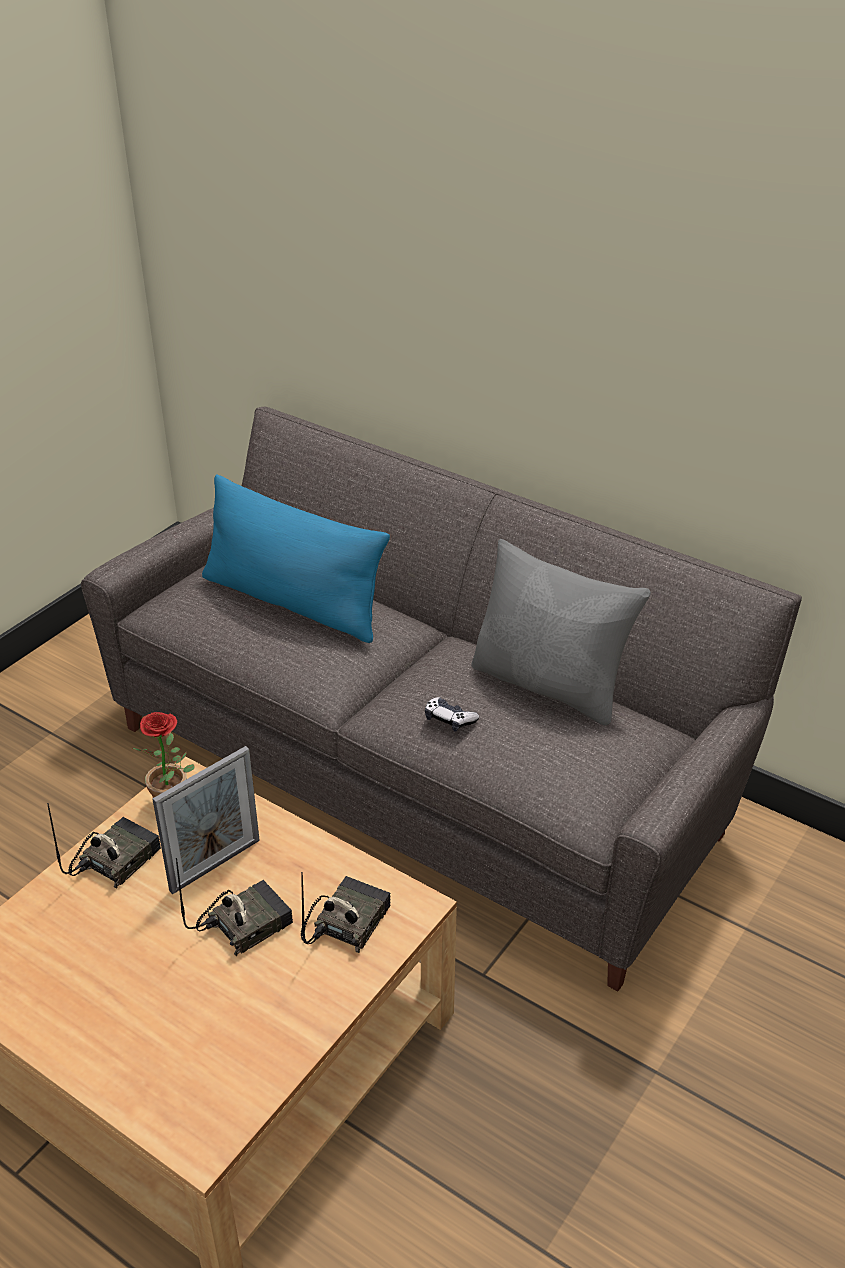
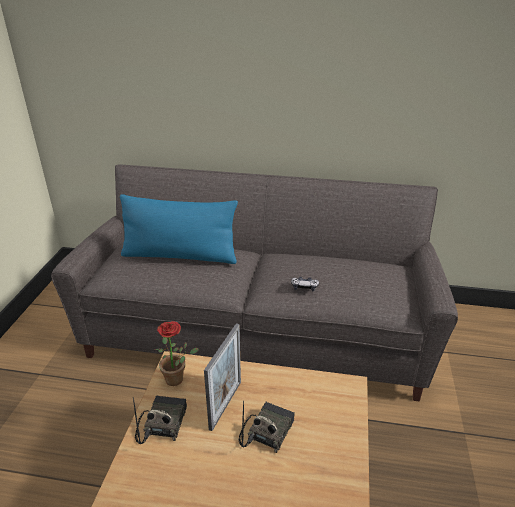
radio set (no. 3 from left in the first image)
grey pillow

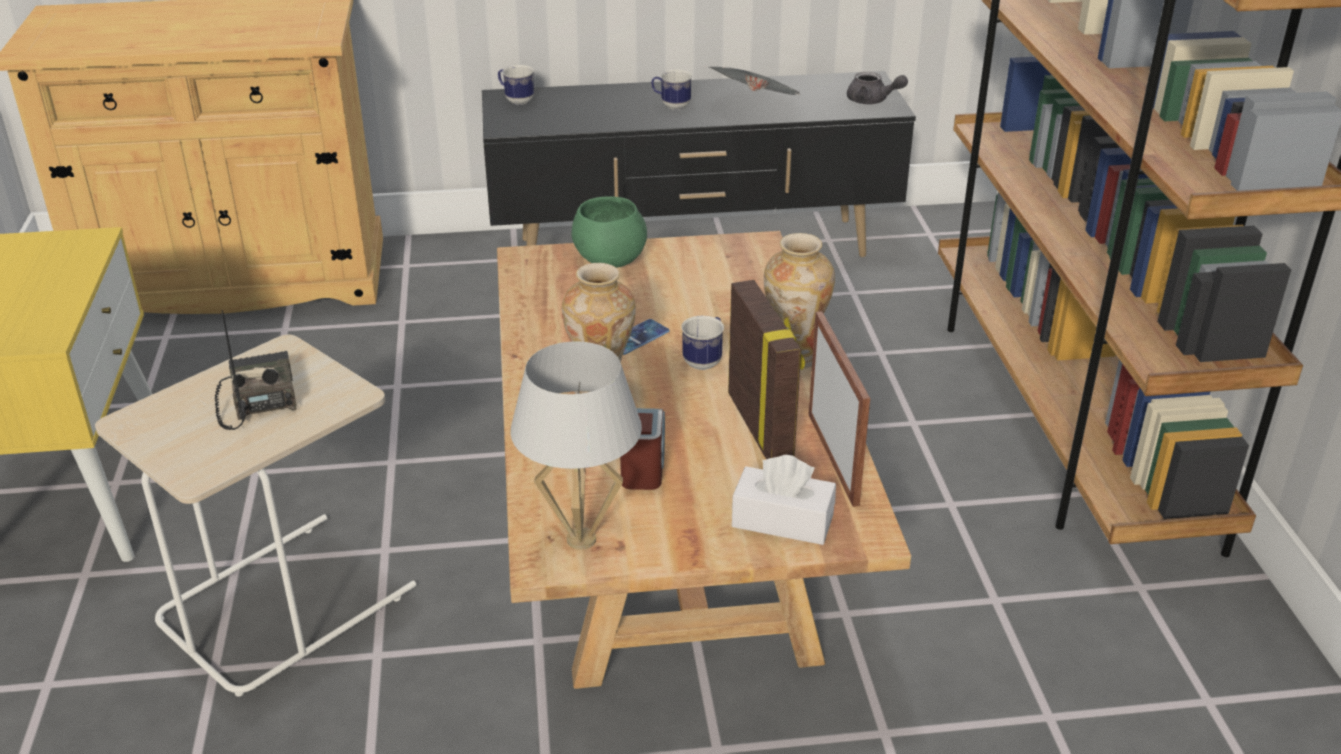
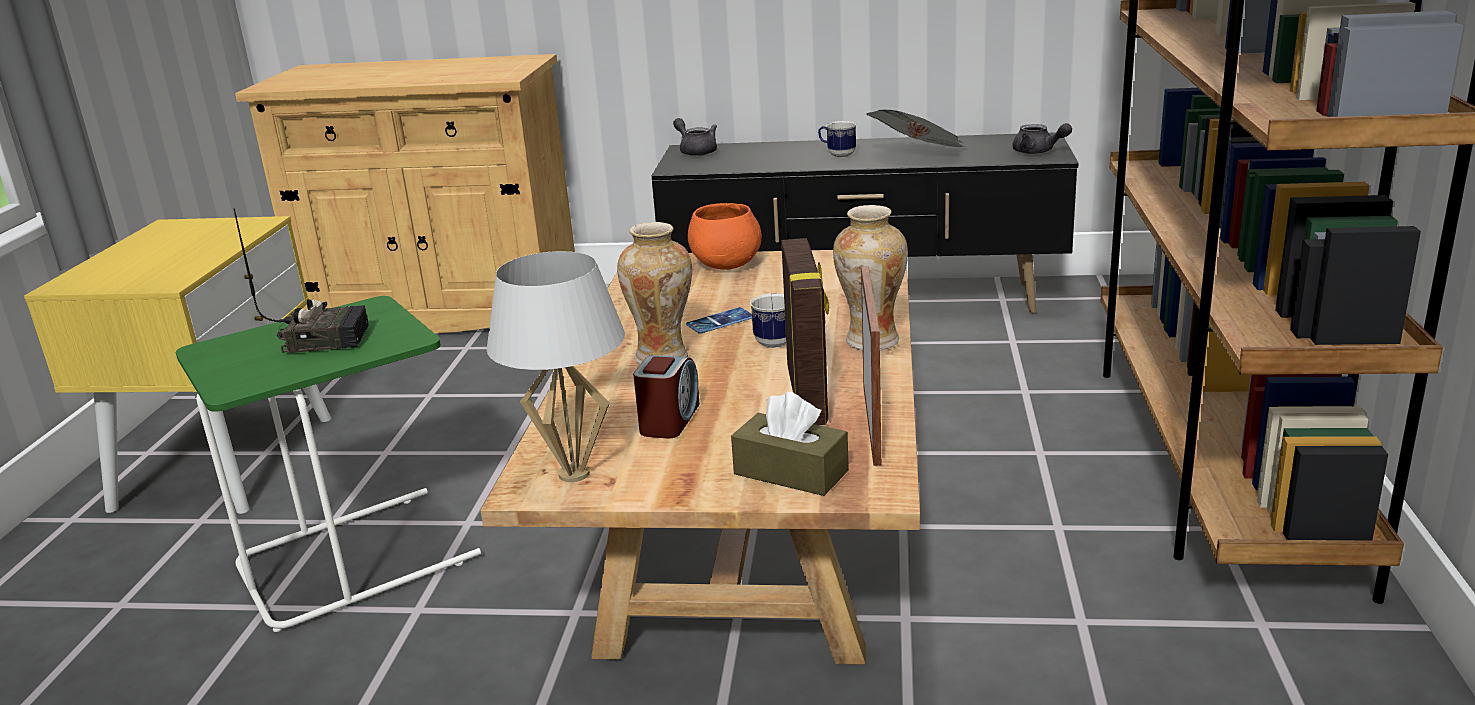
greenish end table
radio set
grey pot for tea (no. 1 from left)
orangey deep dish
brownish box of tissues

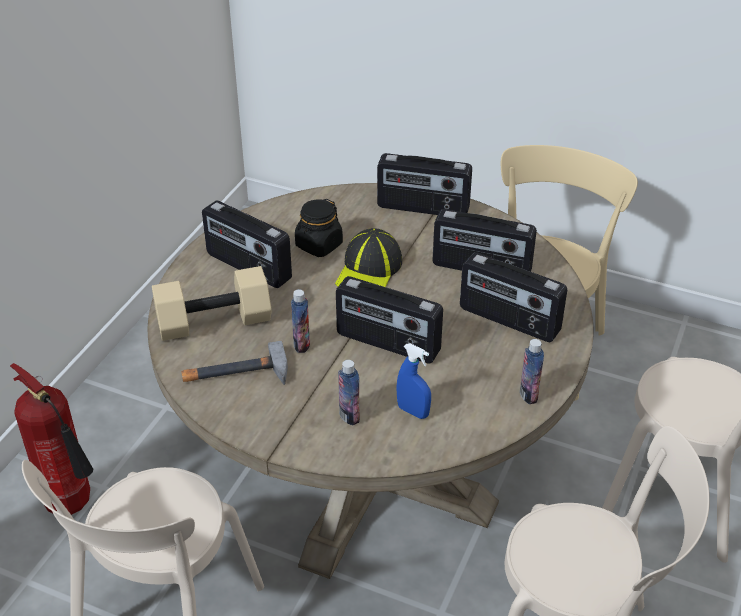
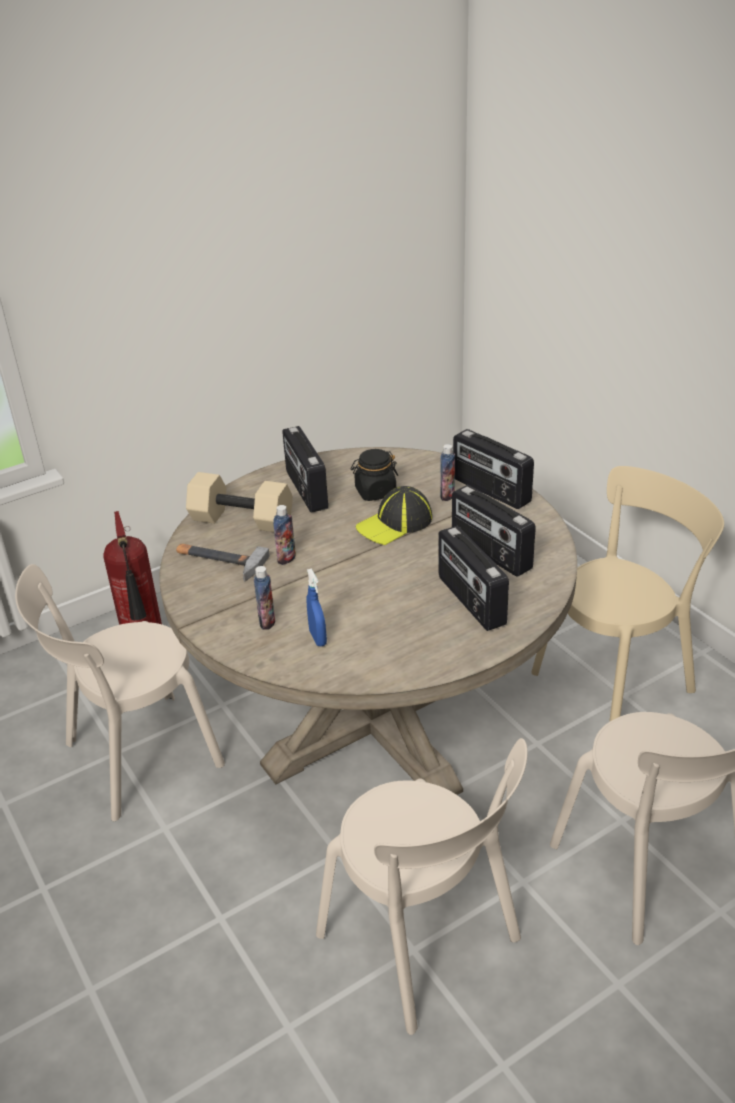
beverage bottle (no. 3 from left)
radio set (no. 2 from left in the first image)

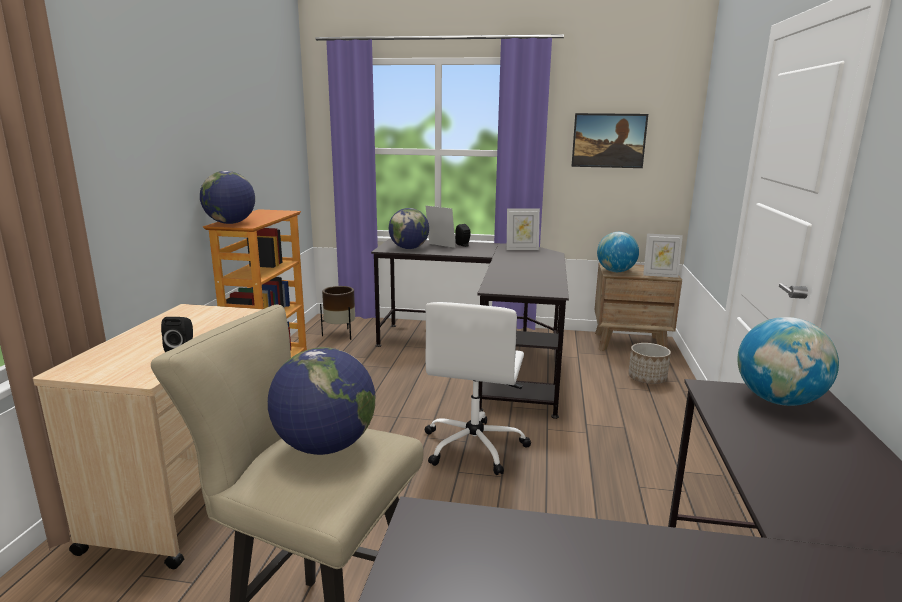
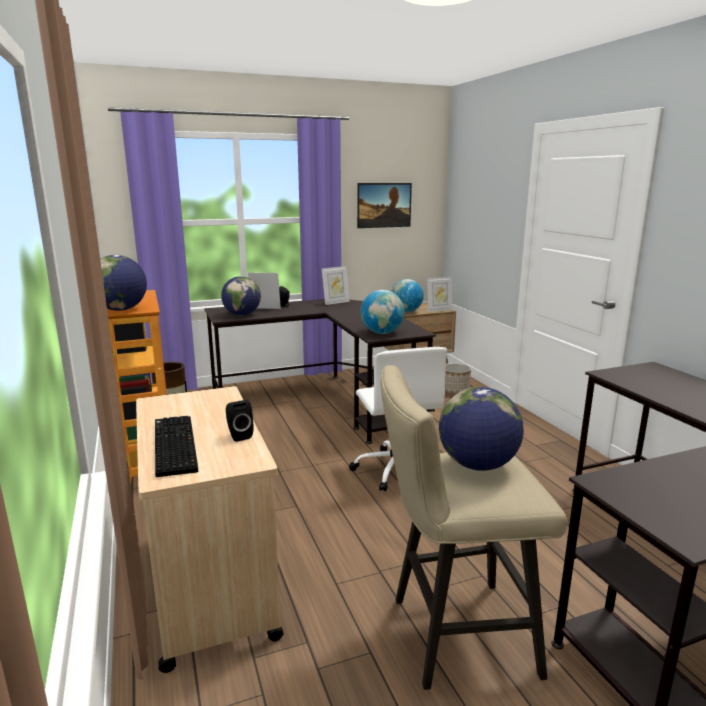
keyboard
globe (no. 3 from left)

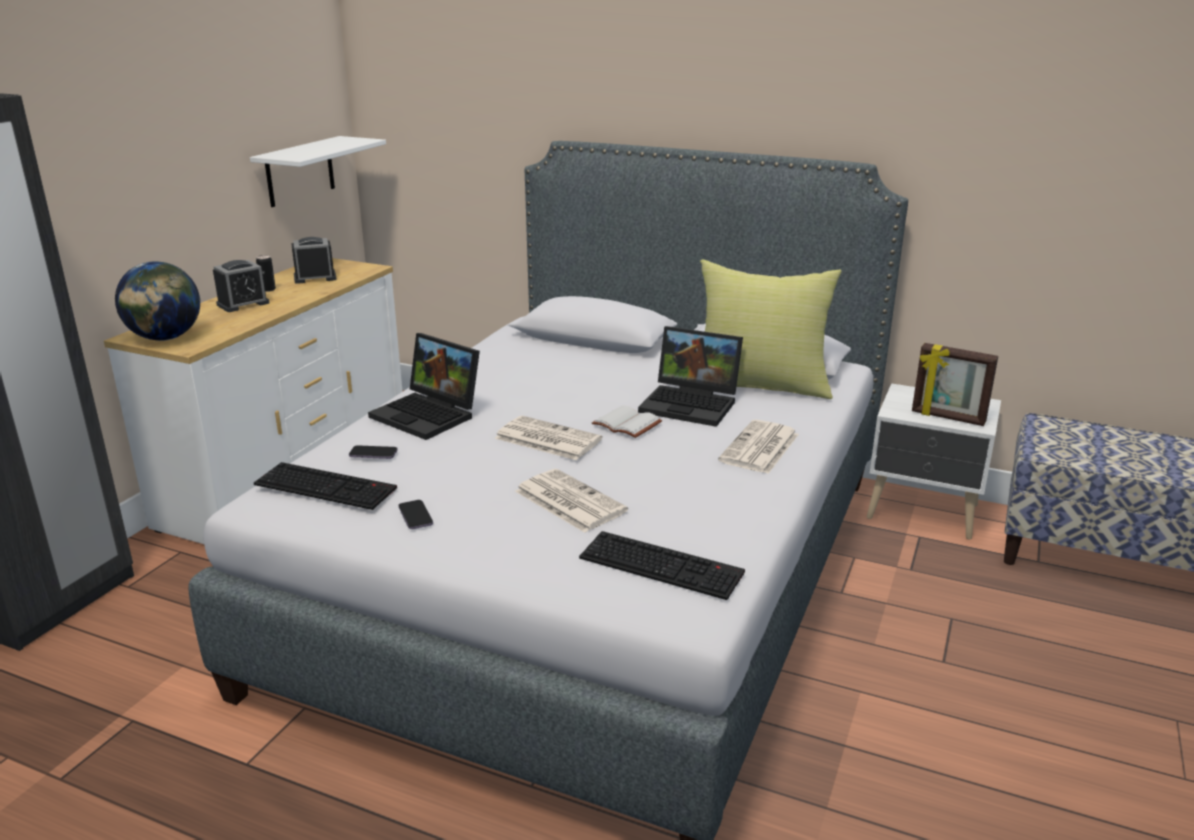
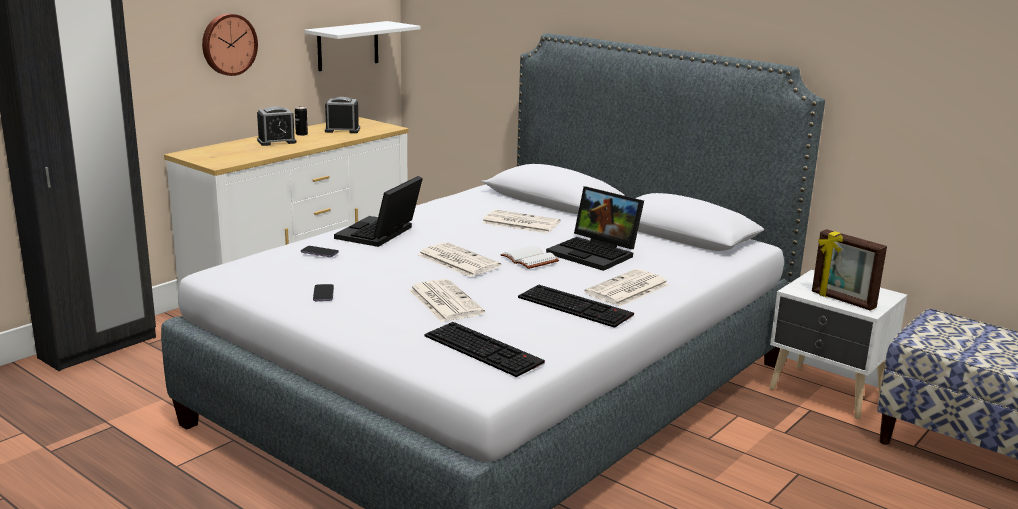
hanging clock
notebook computer (no. 1 from left)
printed paper (no. 3 from left)
keyboard (no. 2 from left)
globe
yellowish pillow

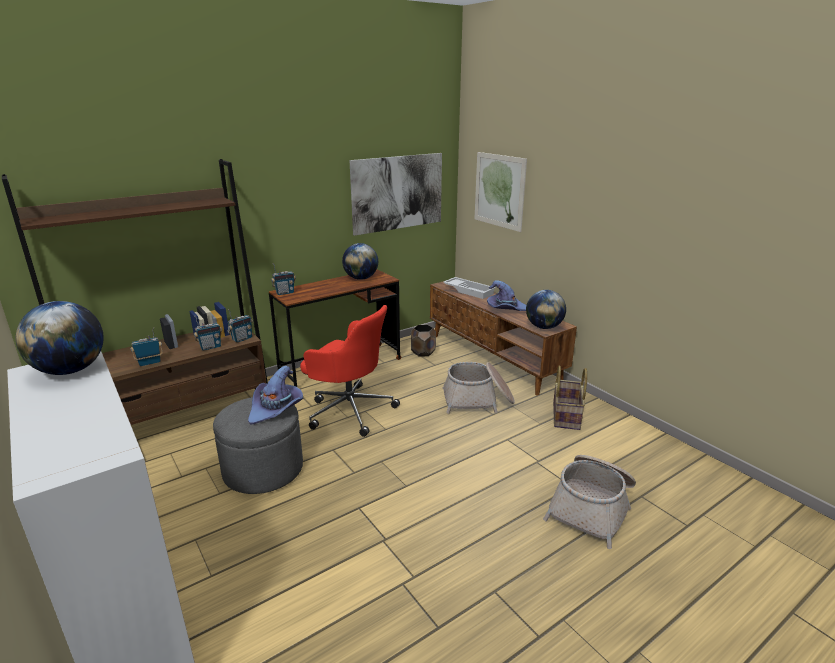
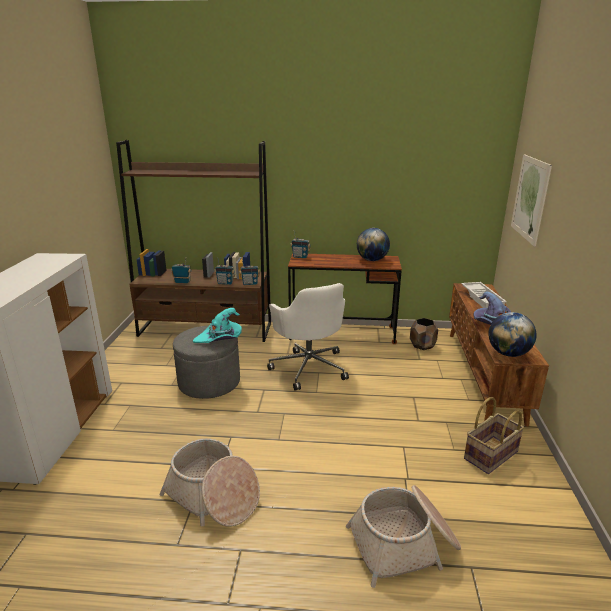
storage basket (no. 1 from left)
turquoise-coloured hat
white computer chair
globe (no. 1 from left in the first image)
wall picture (no. 1 from left in the first image)

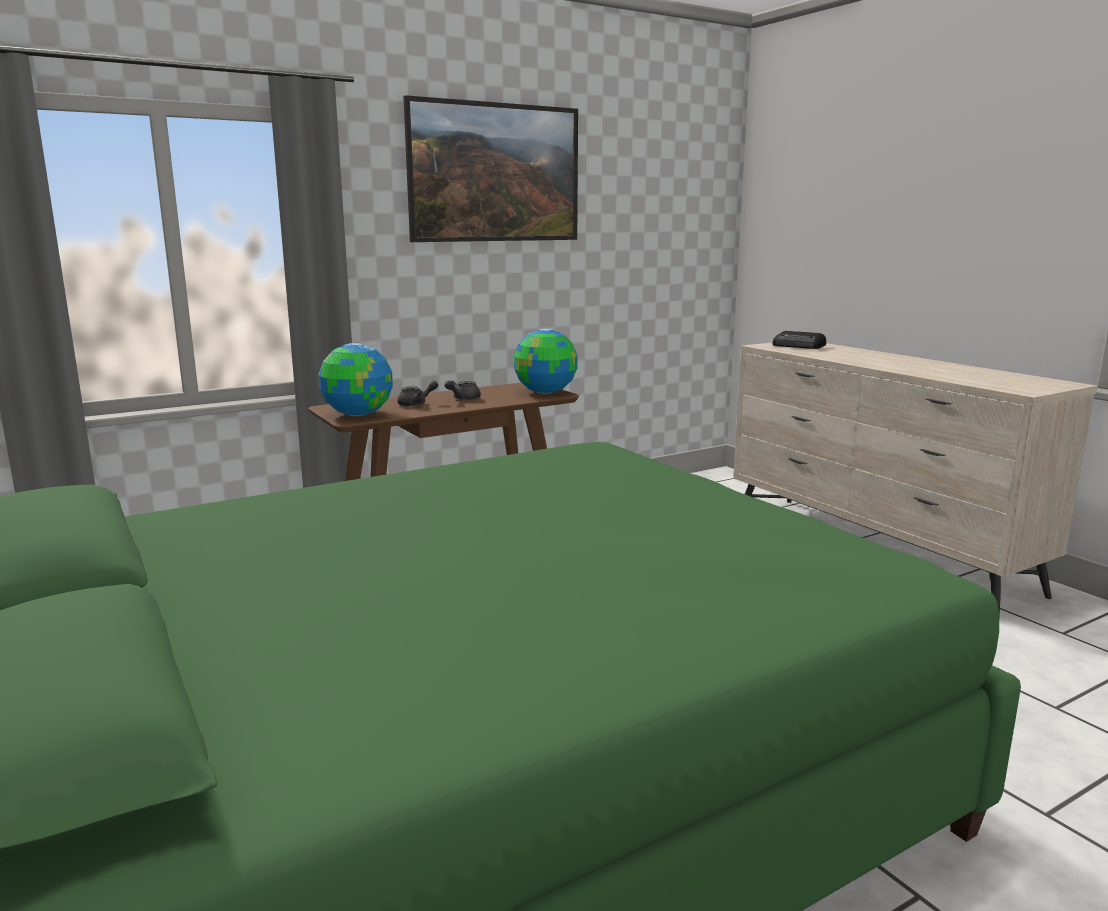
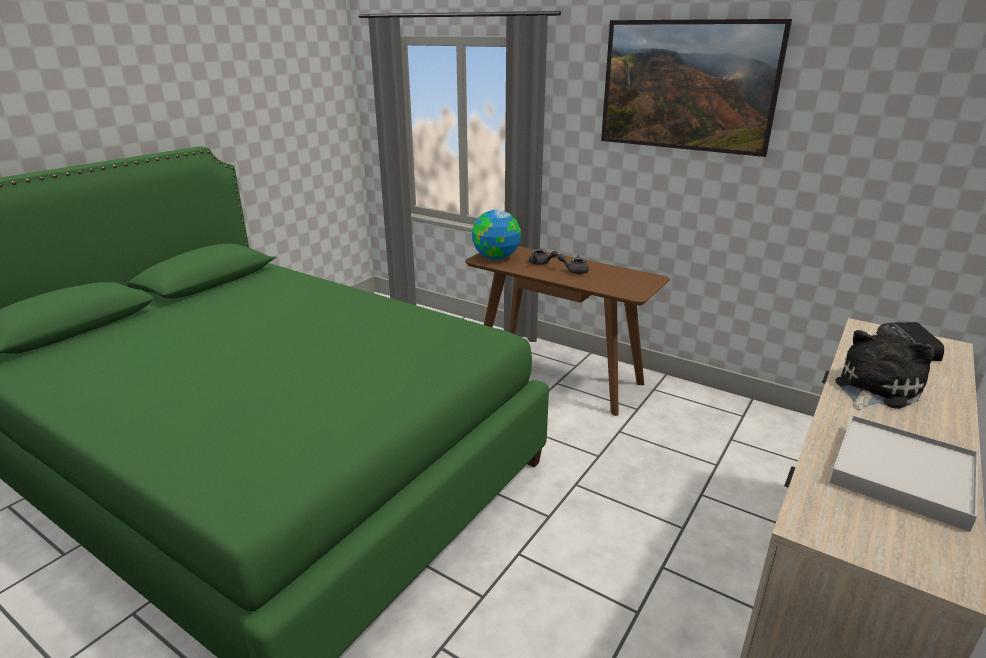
white tray
cuddly toy
globe (no. 2 from left in the first image)

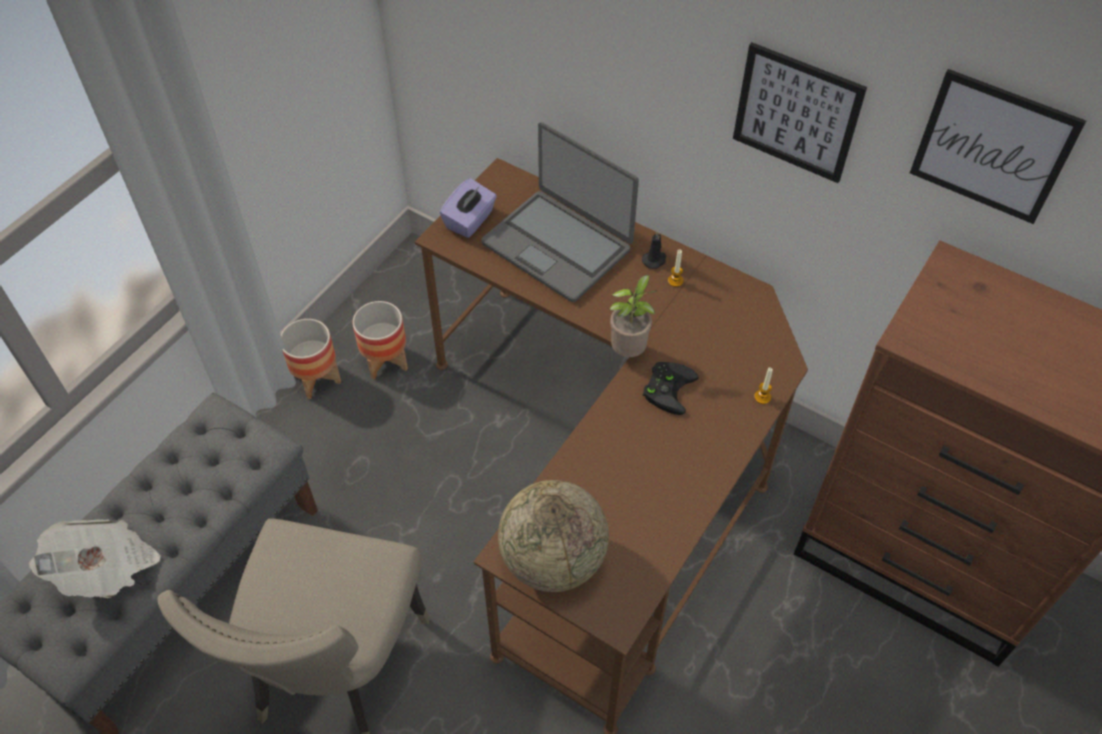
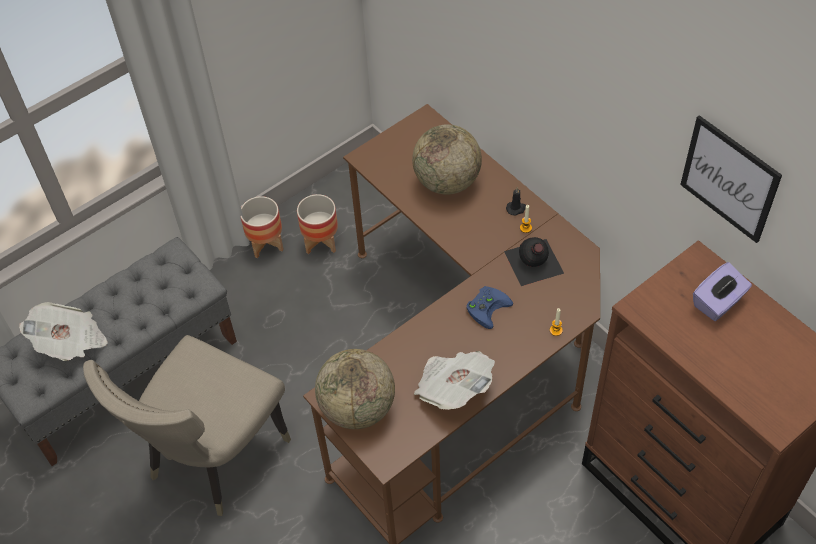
globe (no. 2 from left)
printed paper (no. 2 from left)
blue game controller
black beverage bottle
purple box of tissues
houseplant
wall picture (no. 1 from left in the first image)

